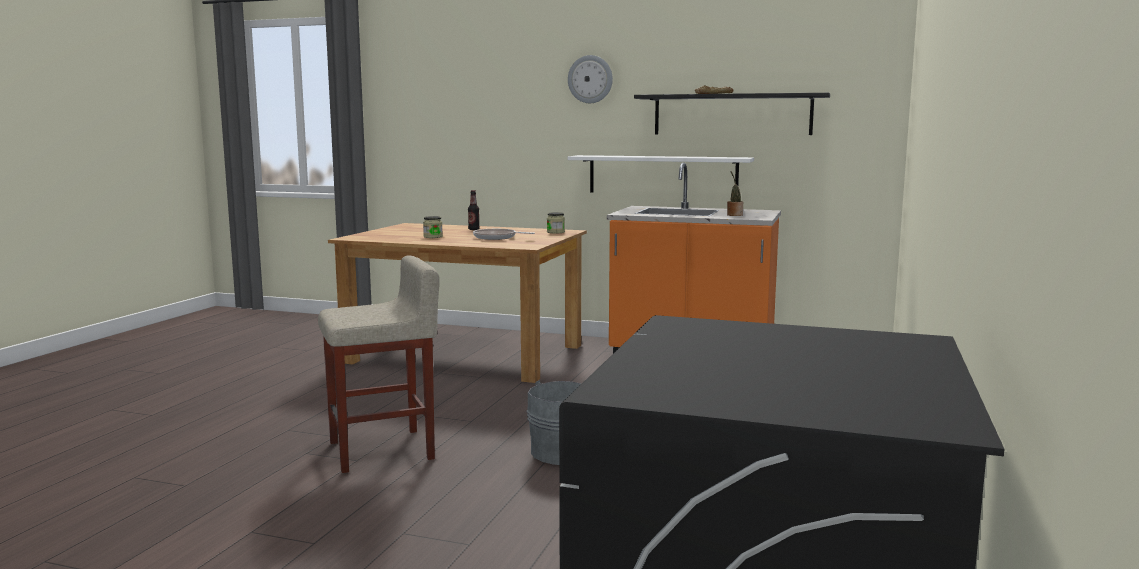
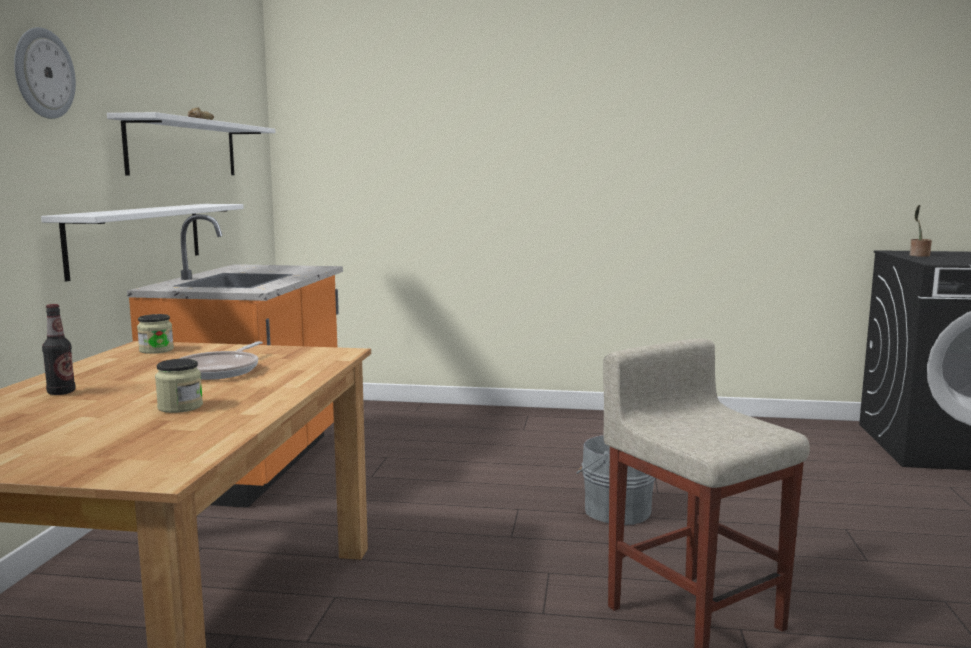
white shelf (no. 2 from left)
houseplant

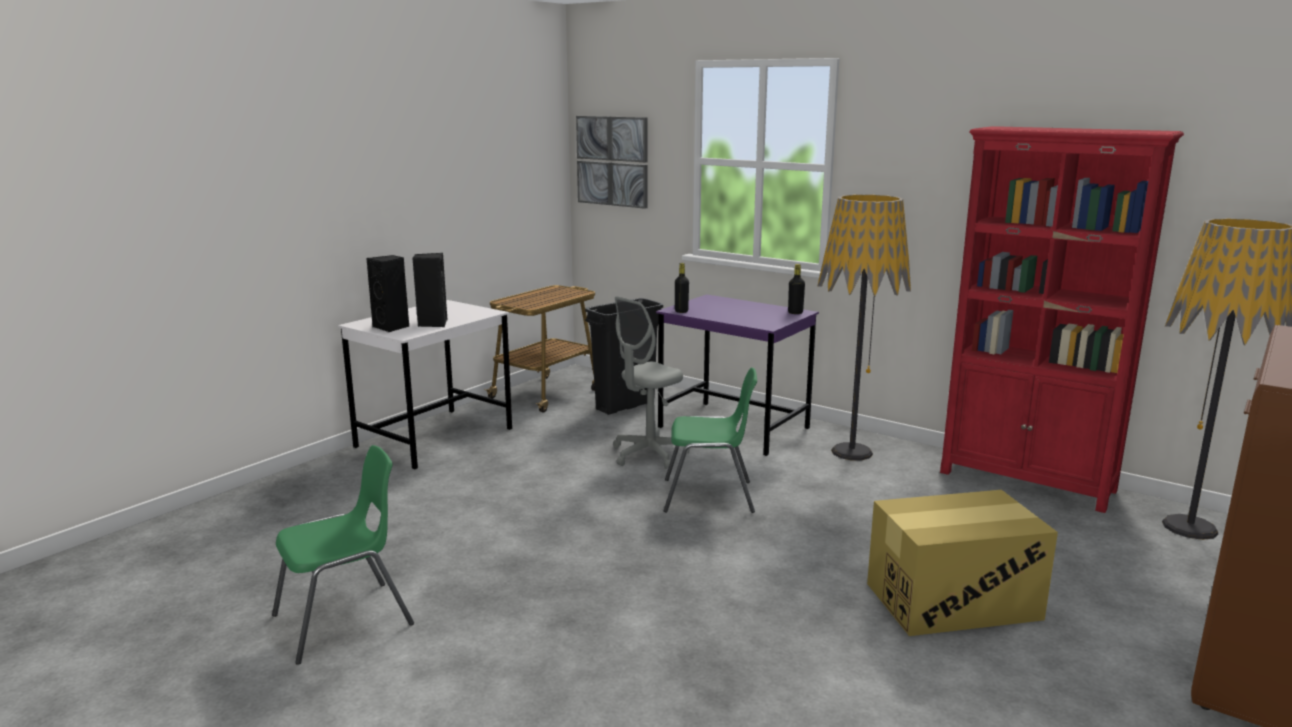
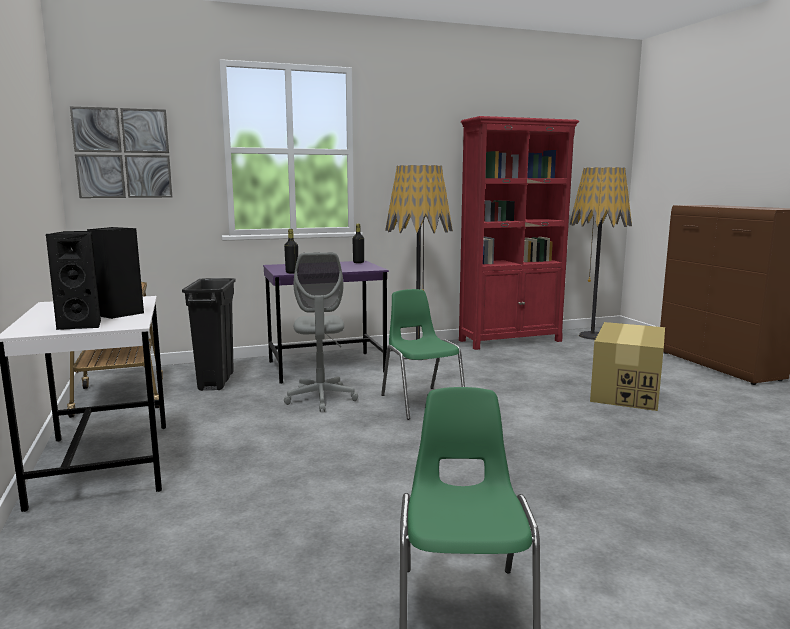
greenish plain chair (no. 1 from left)

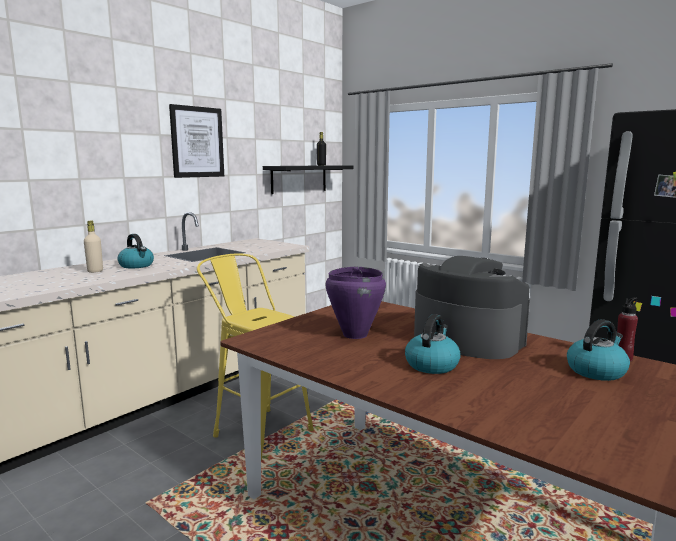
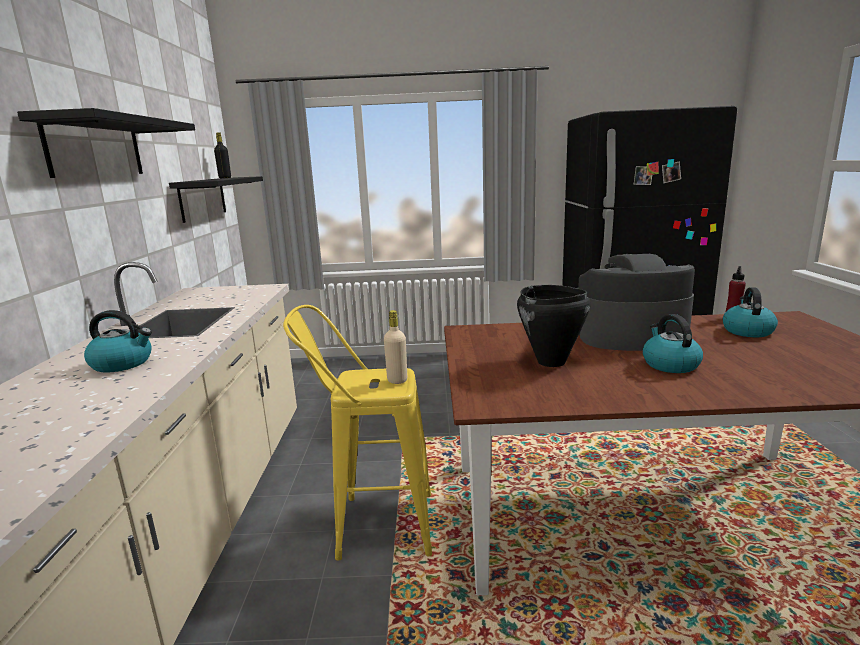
black shelf (no. 1 from left)
beige beverage bottle
black cooking pot

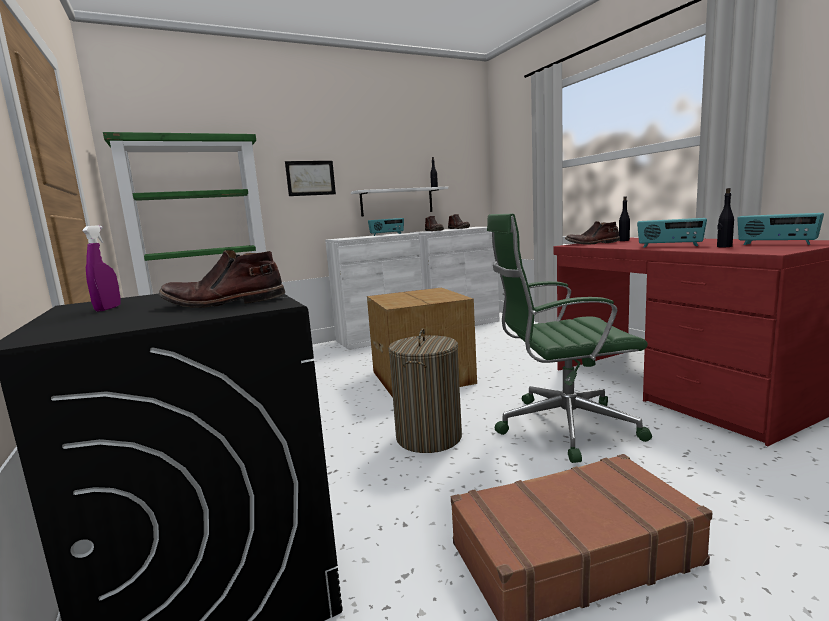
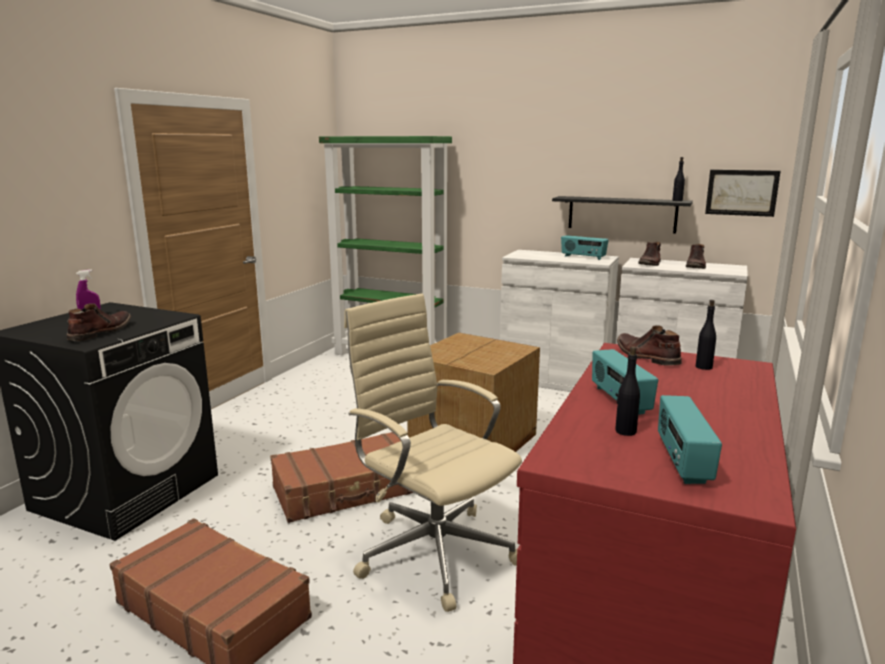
brownish tall boot (no. 1 from left)
brownish travel case (no. 2 from left)
beige computer chair
black shelf
wall picture

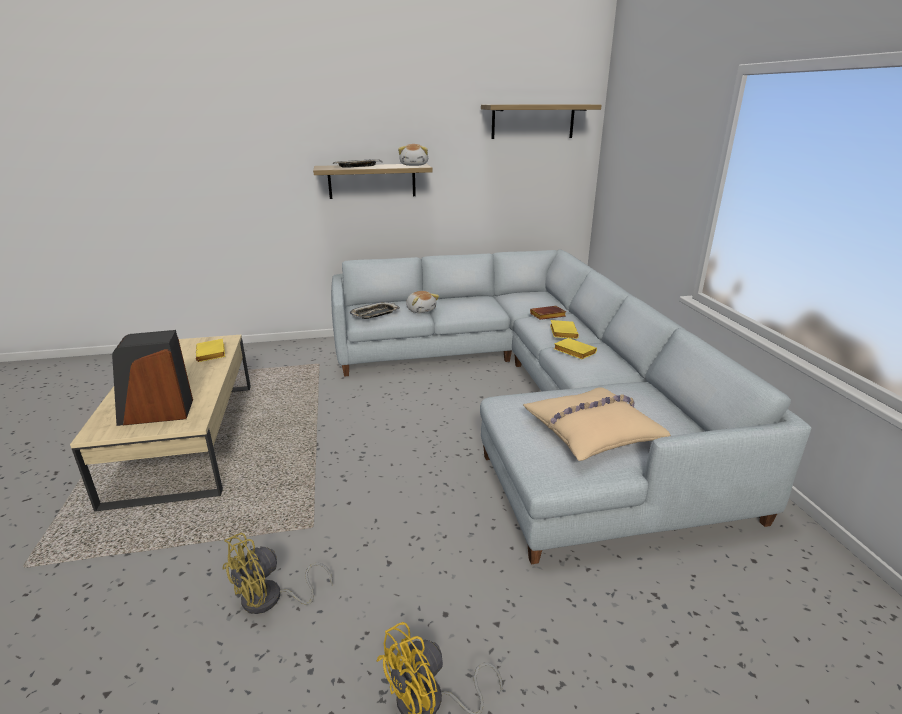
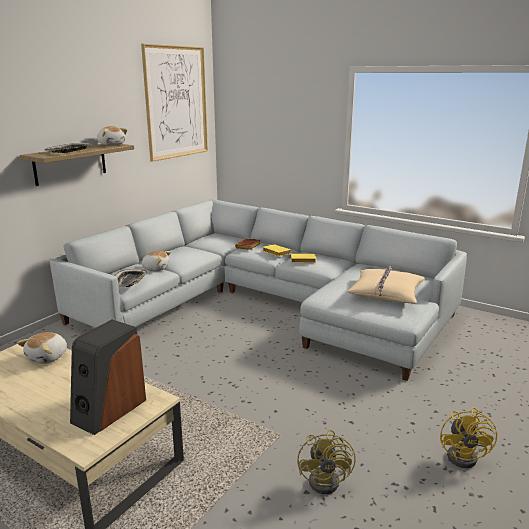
cuddly toy (no. 1 from left)
wall picture

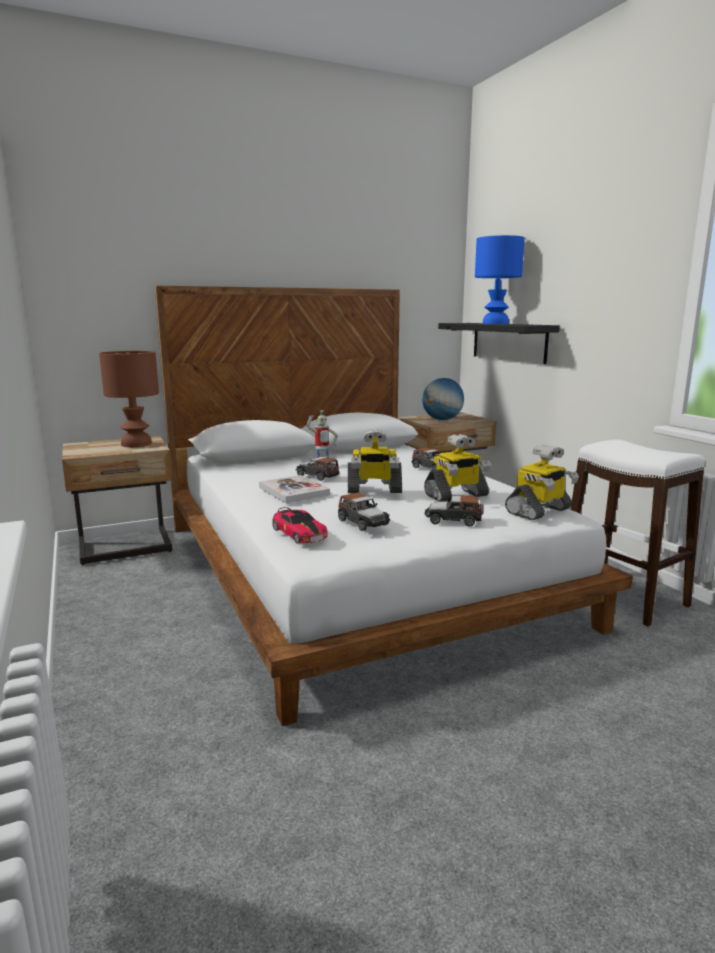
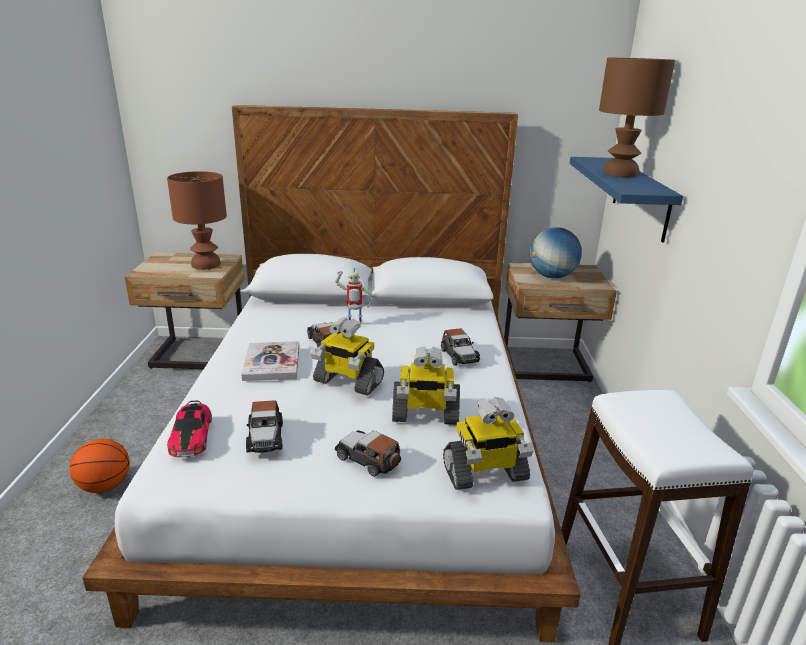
ball for basketball
blue shelf
brownish lamp for a table (no. 2 from left)

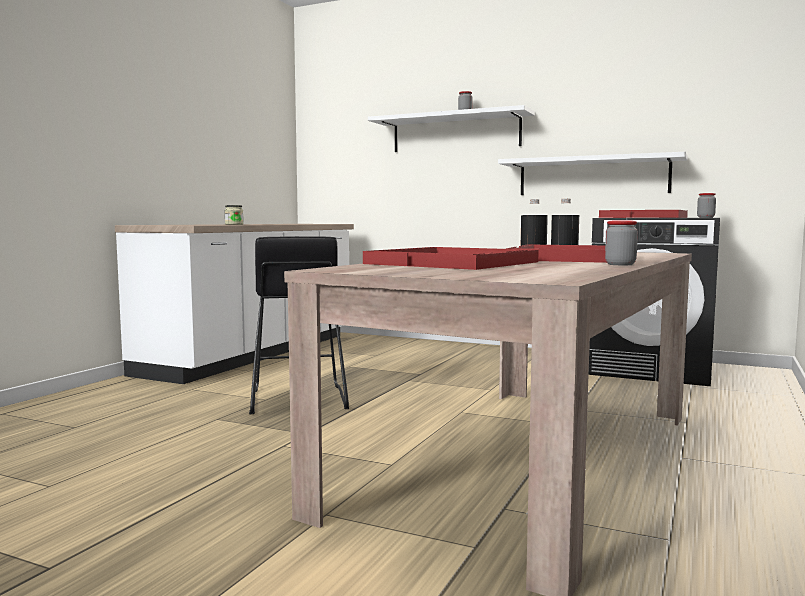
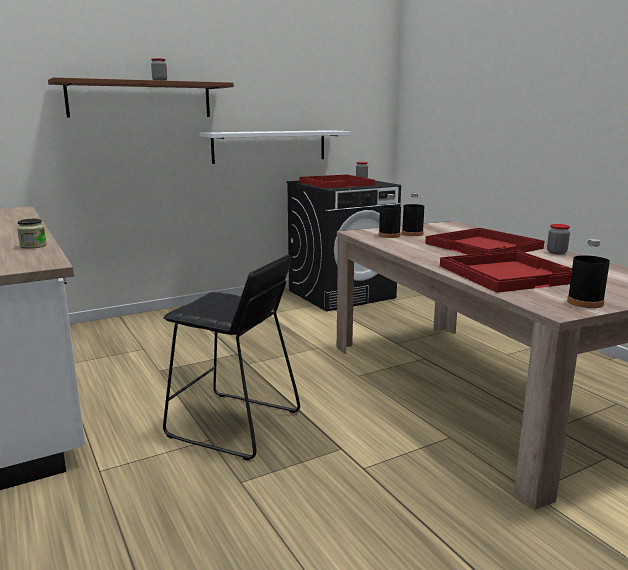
brownish shelf
black beverage bottle (no. 3 from left)

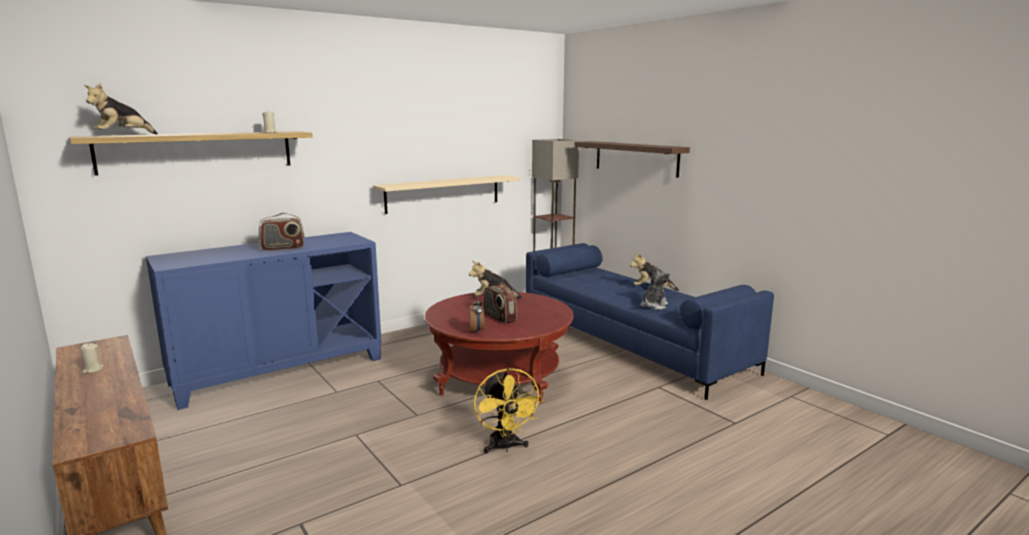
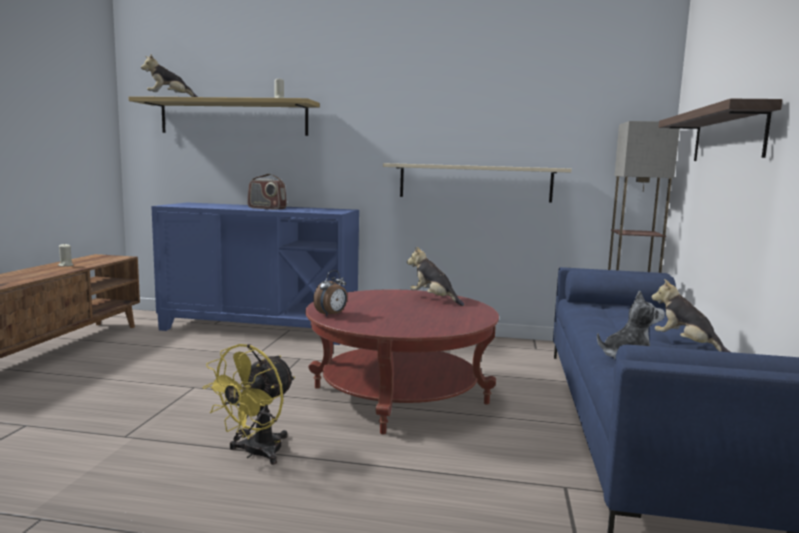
radio set (no. 2 from left in the first image)

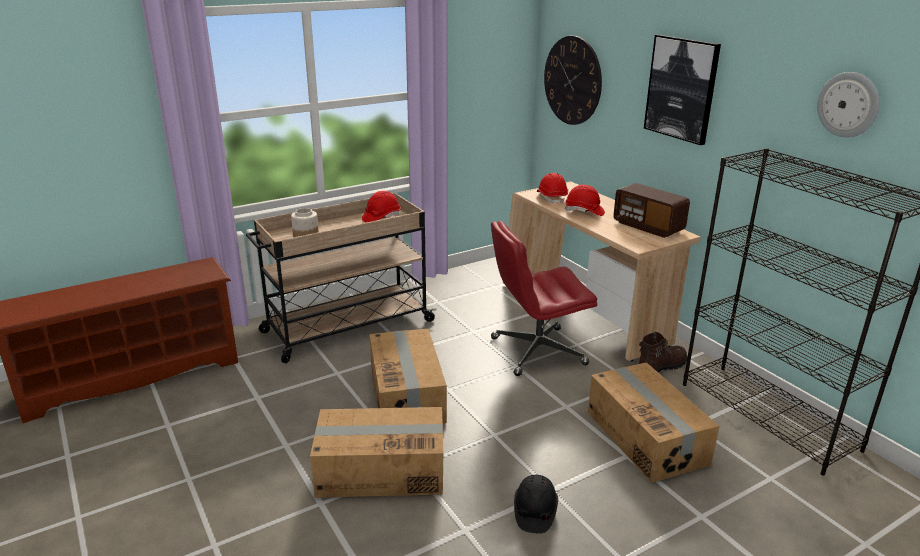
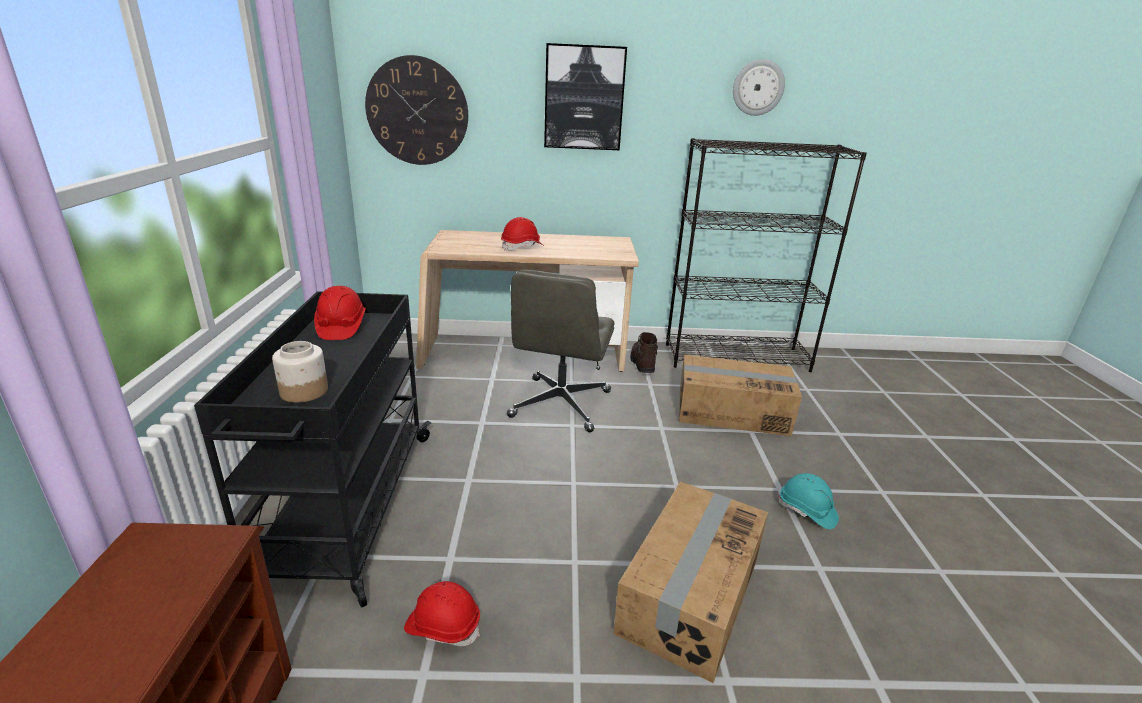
black wheeled cart
red work helmet (no. 2 from left)
grey computer chair
turquoise-coloured work helmet
packing box (no. 2 from left in the first image)
radio set

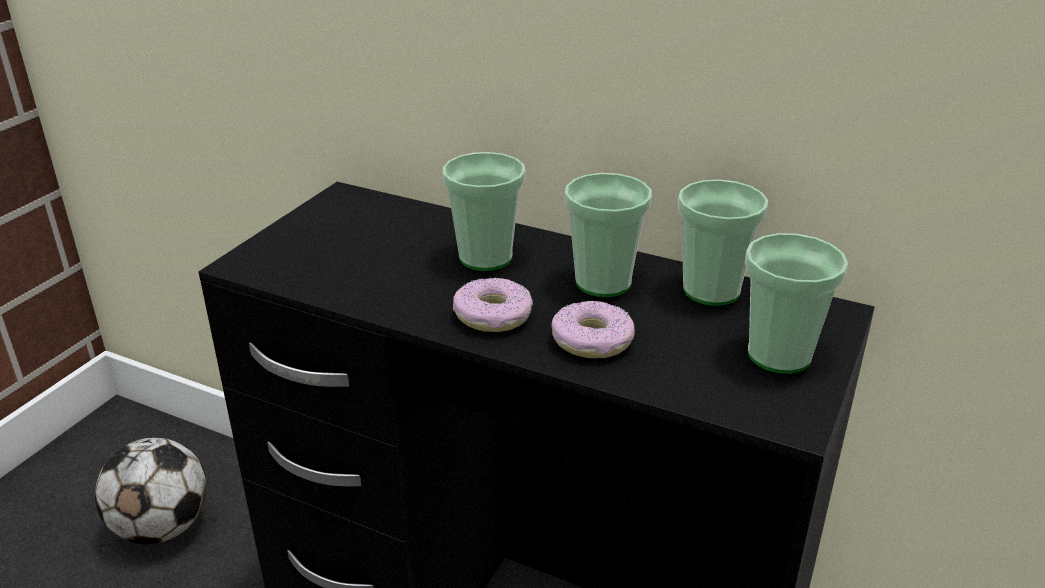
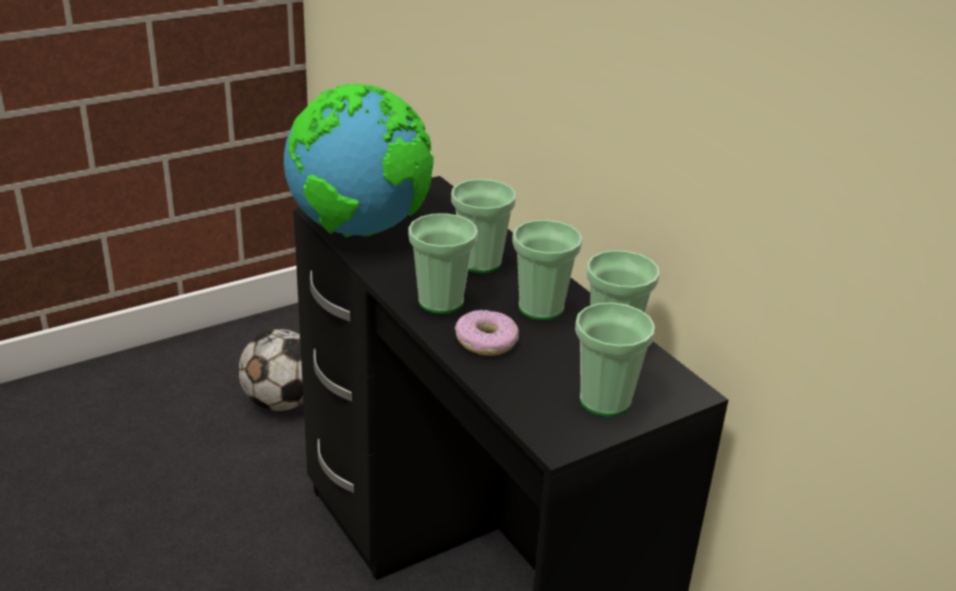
globe
cup (no. 1 from left)

